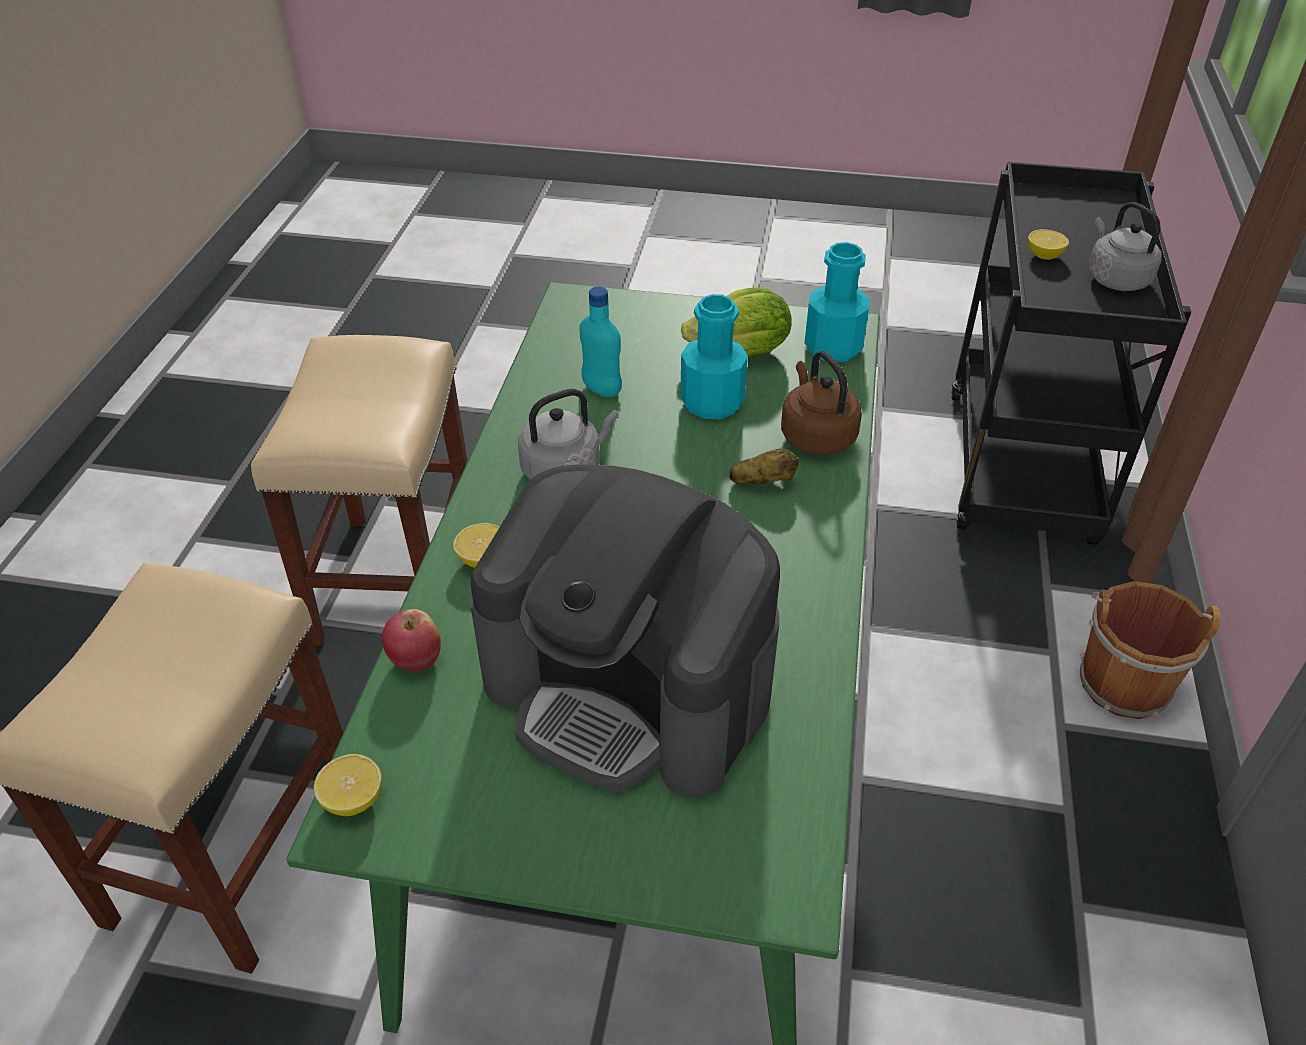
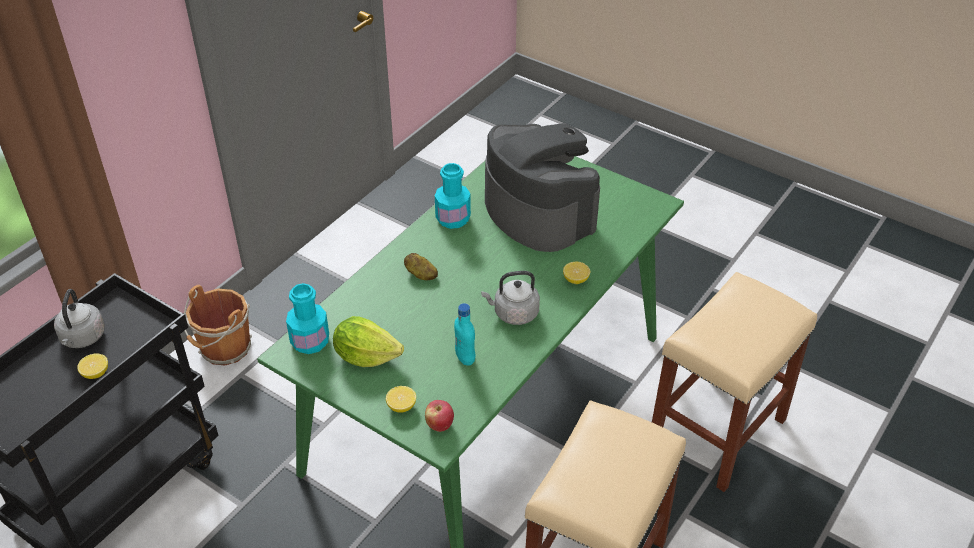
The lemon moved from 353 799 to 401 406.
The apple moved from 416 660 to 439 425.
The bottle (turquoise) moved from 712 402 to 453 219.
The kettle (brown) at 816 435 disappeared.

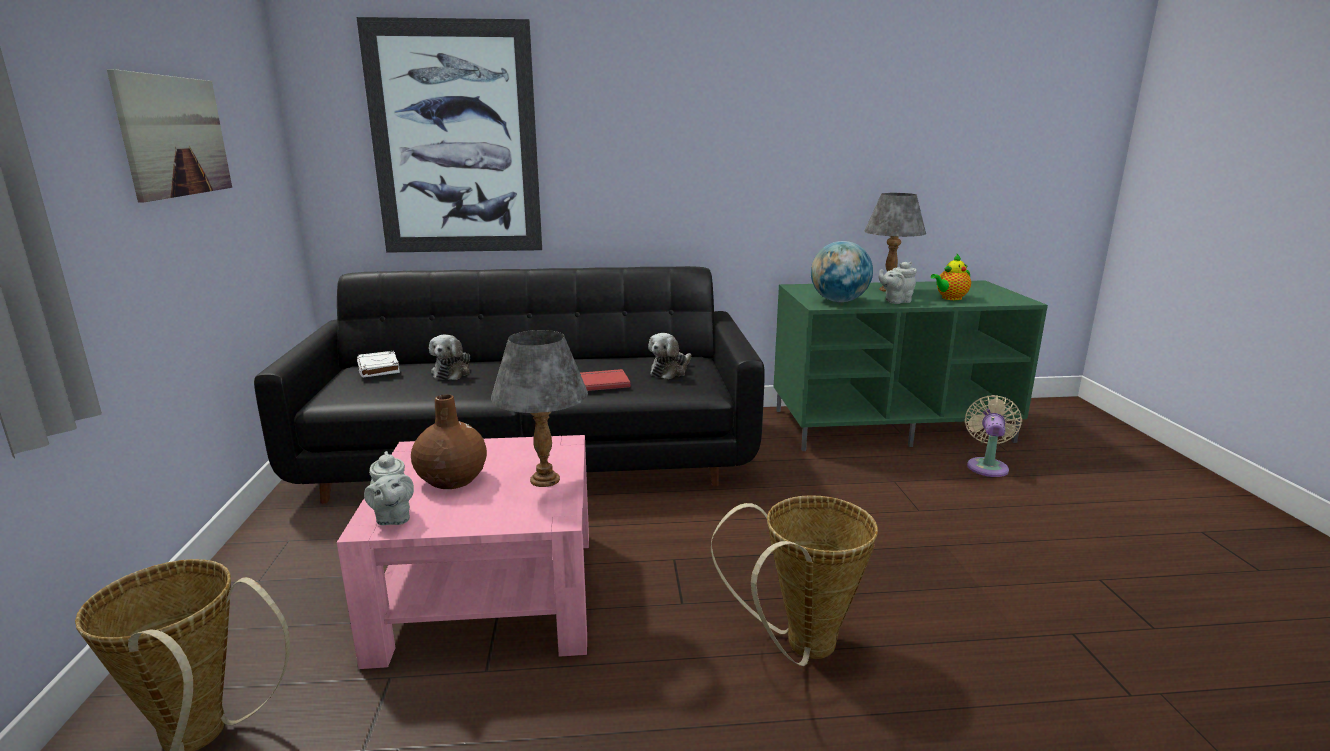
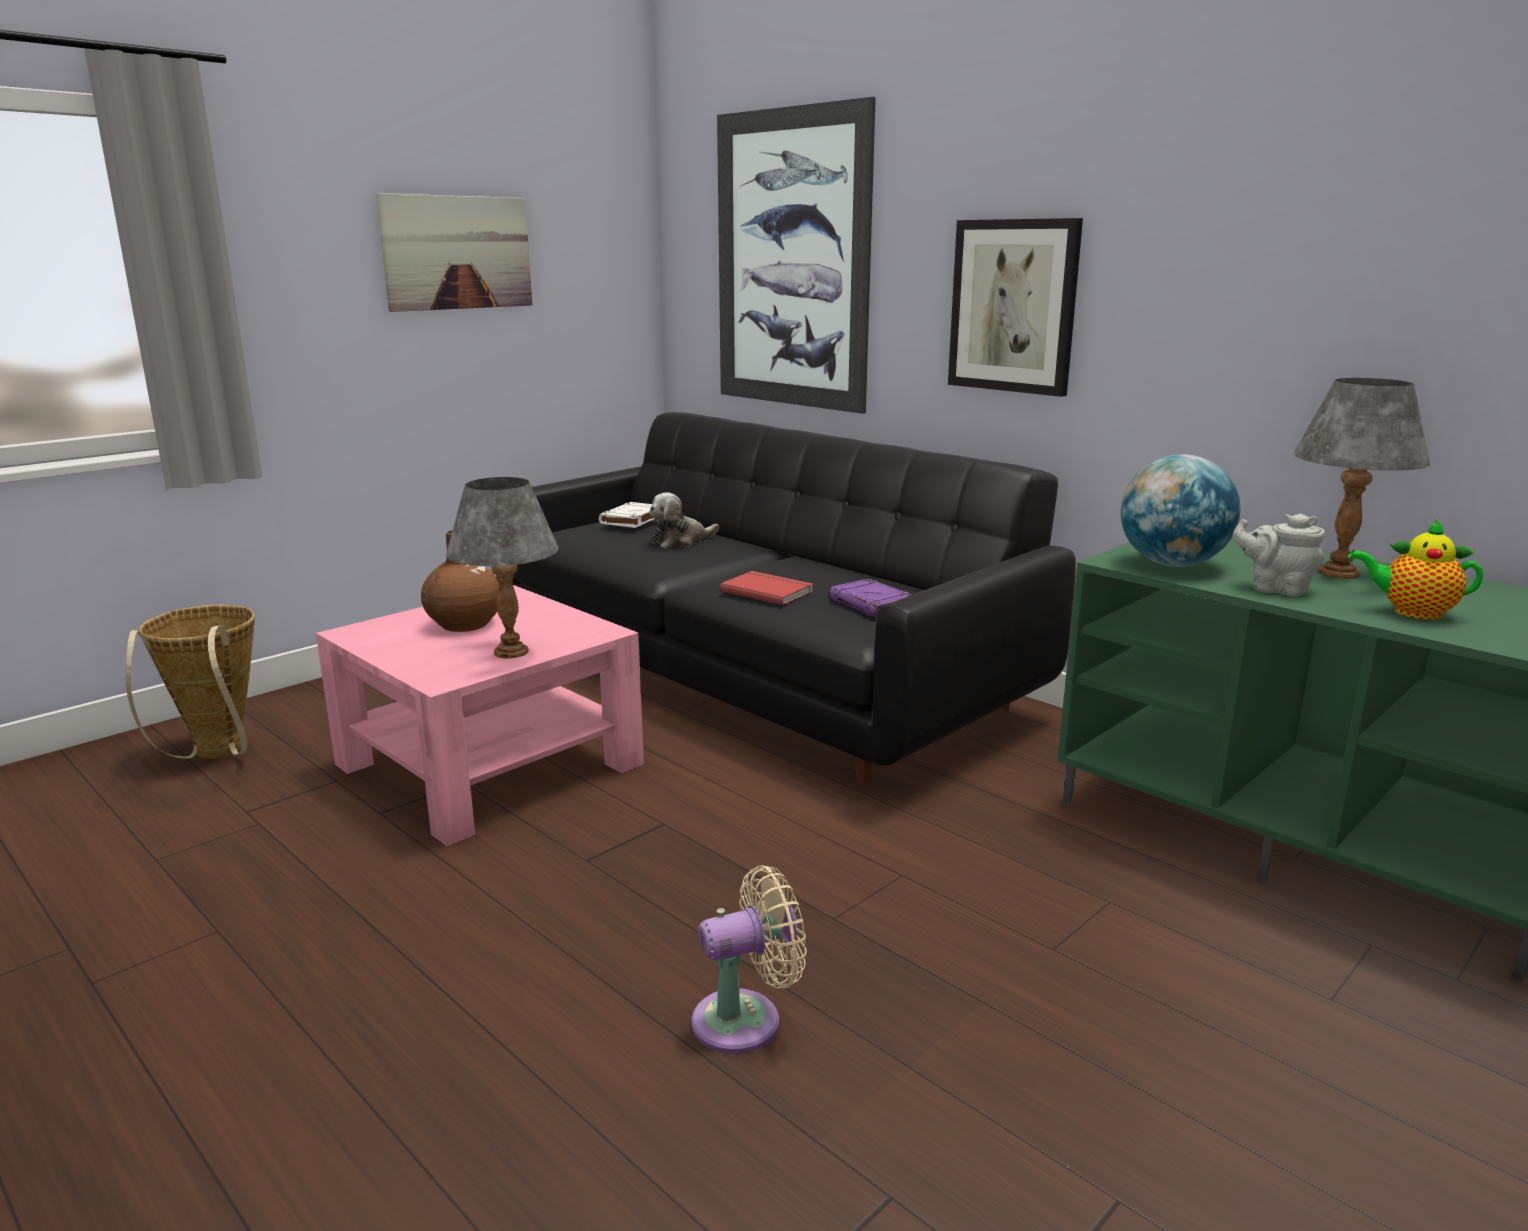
The teapot (grey) at 393 518 disappeared.
The plush toy at 670 371 was replaced by the book (purple) at 872 605.
The basket at 800 647 disappeared.
The fan (beige) moved from 987 466 to 746 1020.
The picture at 1013 306 appeared.

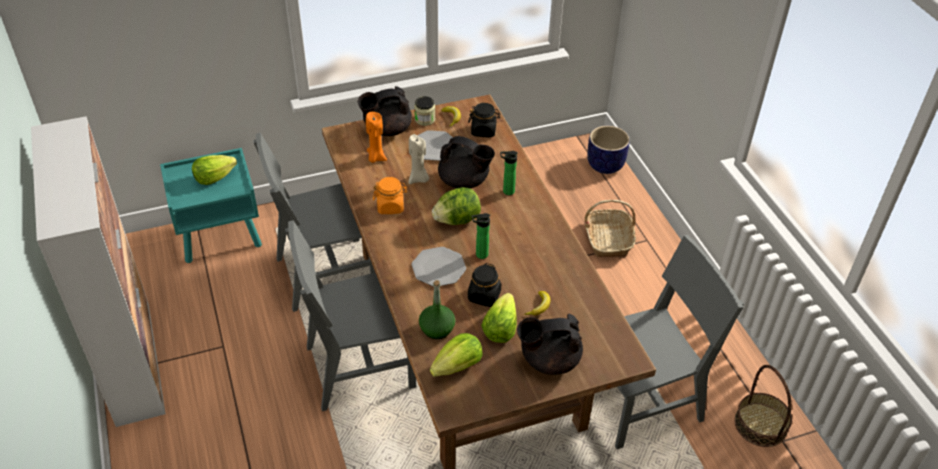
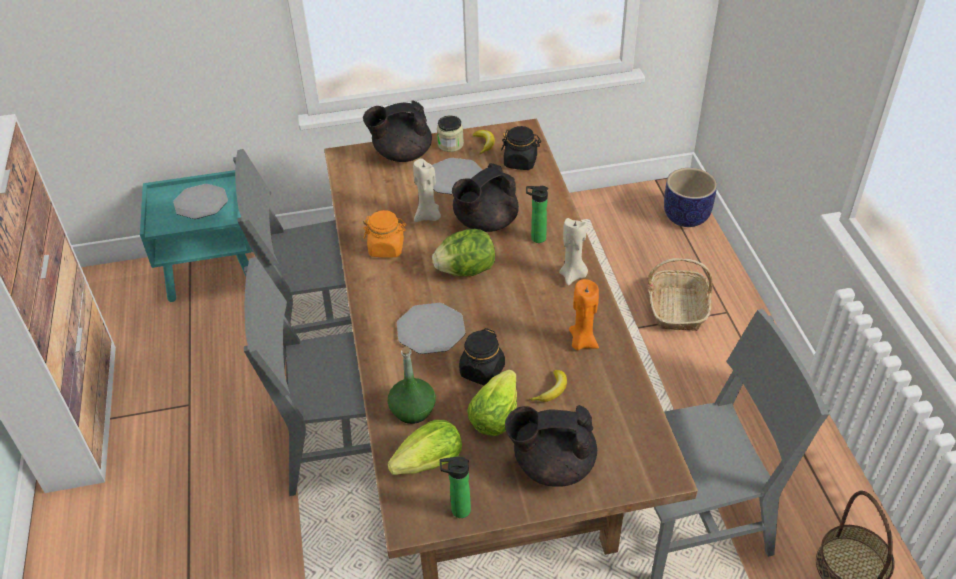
The lettuce at 214 178 was replaced by the plate at 201 203.
The candle (orange) moved from 376 158 to 582 342.
The teapot (black) at 464 181 turned 105 degrees clockwise.
The bottle moved from 479 255 to 457 510.
The candle (beige) at 573 276 appeared.

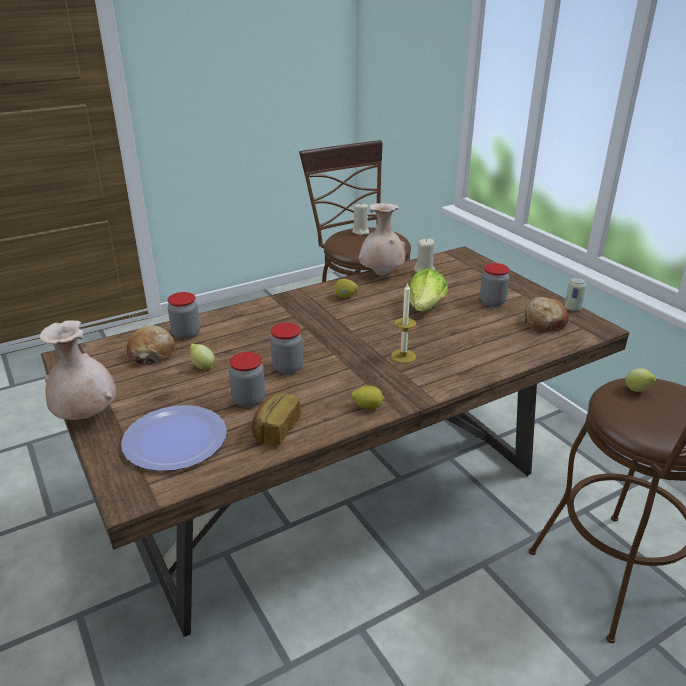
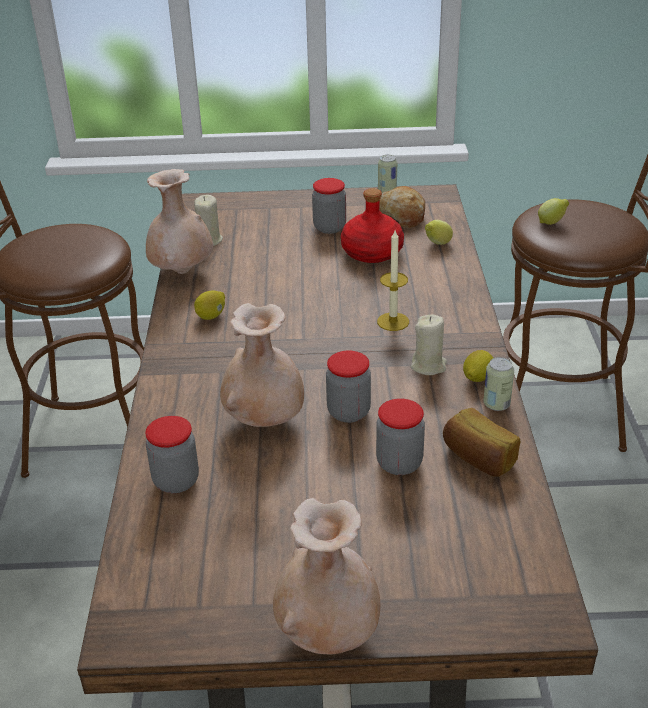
The plate at 175 439 disappeared.
The bread at 152 353 disappeared.
The lemon moved from 202 366 to 437 244.
The candle (beige) moved from 360 232 to 428 366.
The lettuce at 426 307 disappeared.
The vase (beige) at 264 420 appeared.
The bottle (red) at 372 252 appeared.
The can at 496 404 appeared.

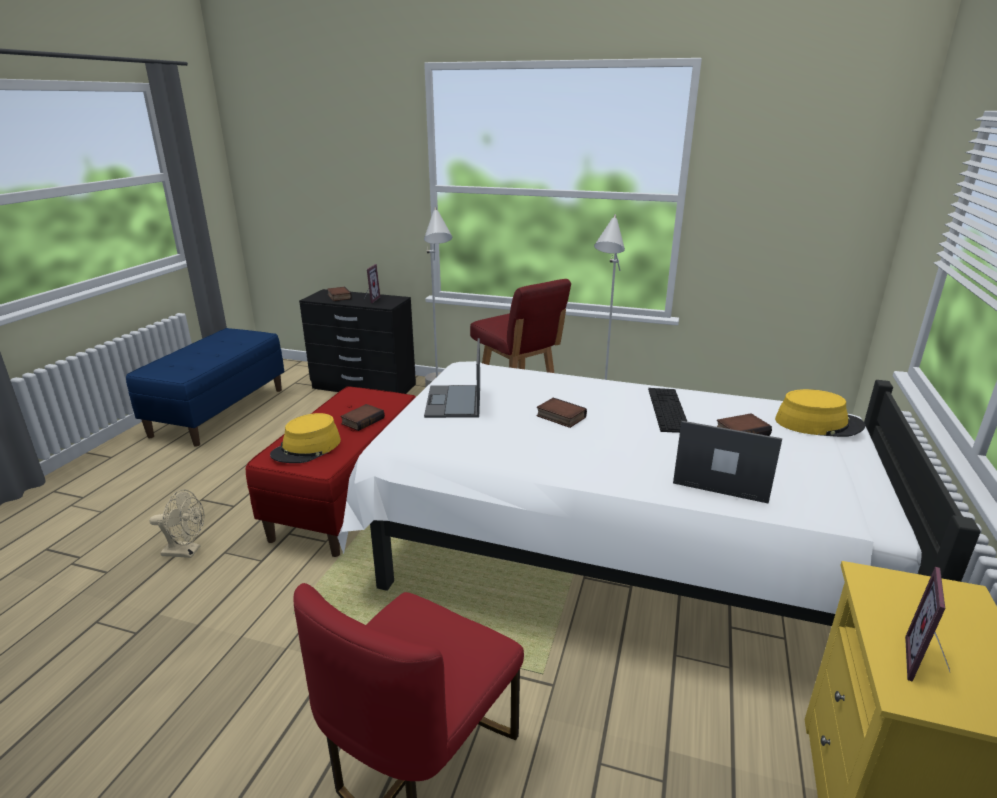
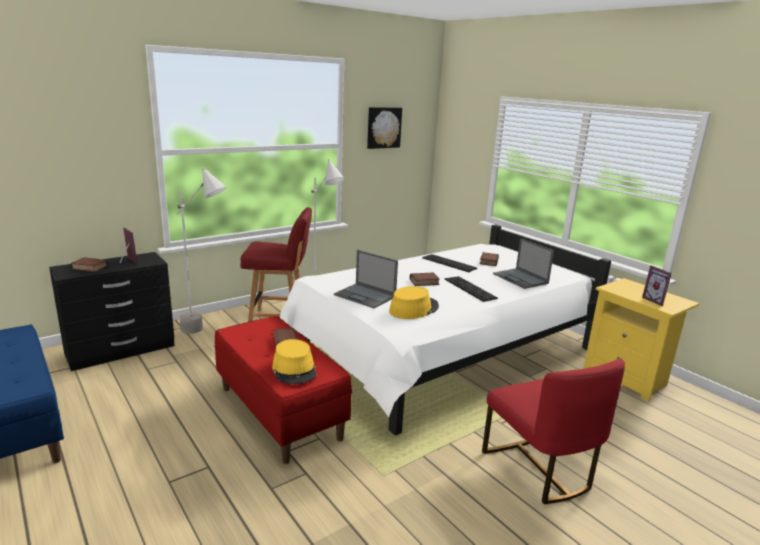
The fan (beige) at 187 551 disappeared.
The laptop at 721 477 turned 90 degrees counterclockwise.
The hat (yellow) moved from 818 423 to 413 309.
The picture at 383 127 appeared.
The keyboard at 470 288 appeared.

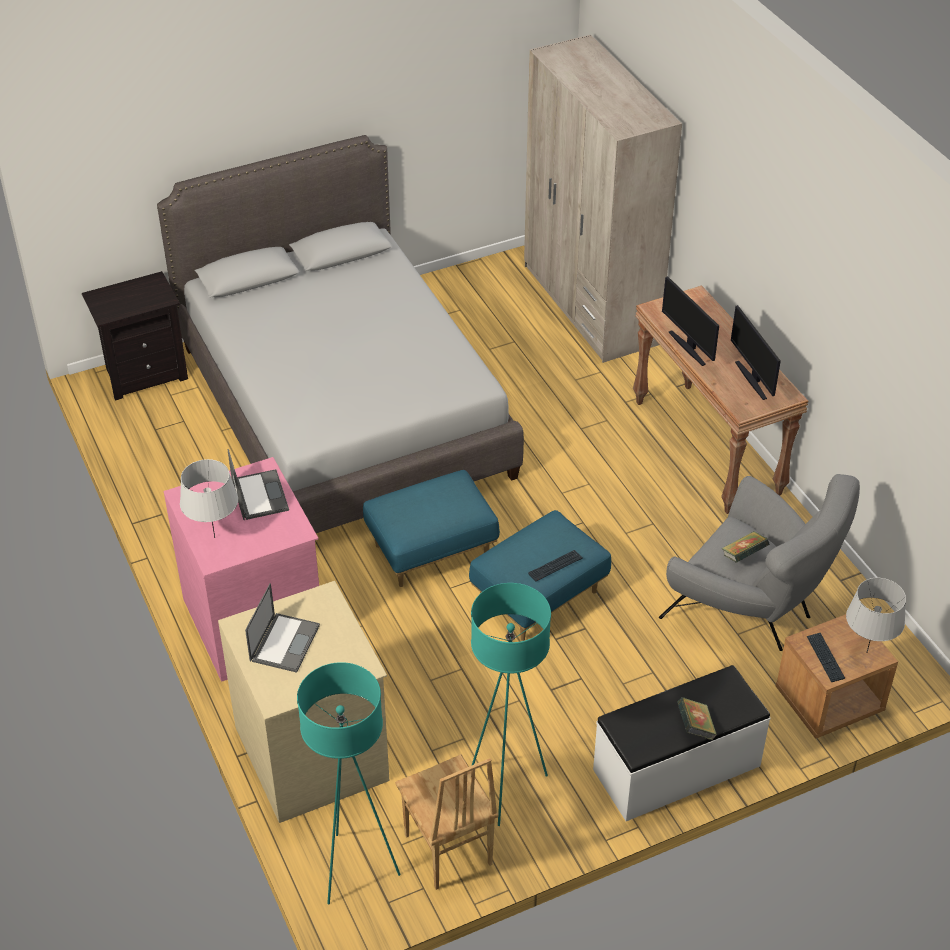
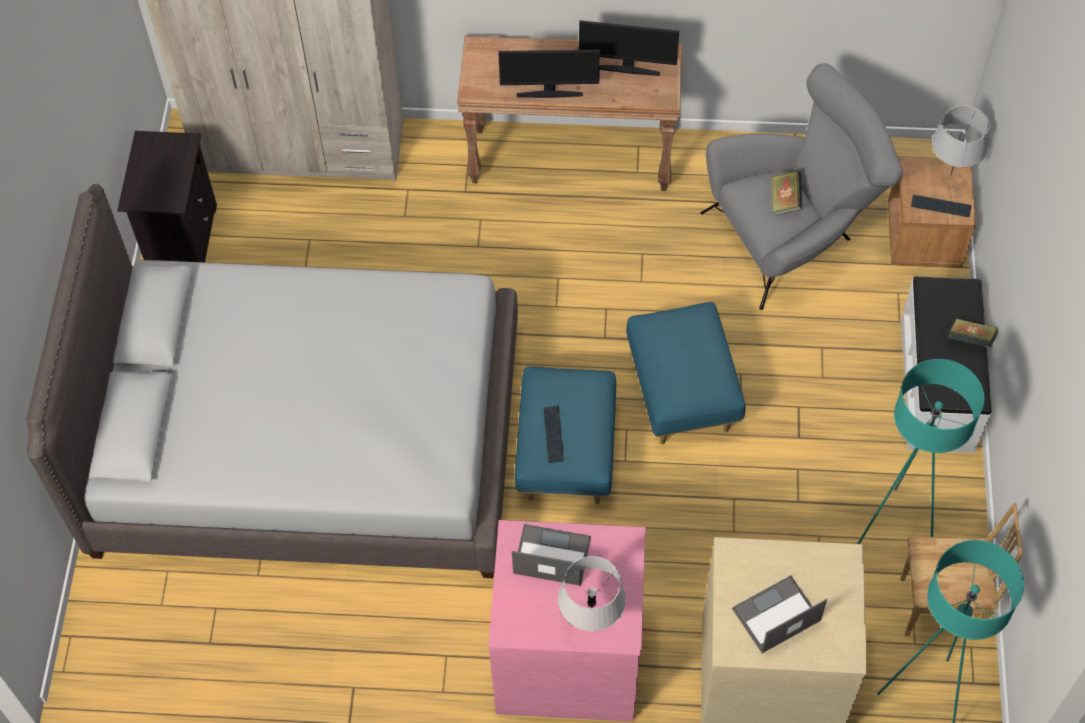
The nightstand (black) moved from 144 374 to 181 238.
The laptop at 284 642 turned 75 degrees counterclockwise.
The keyboard moved from 555 566 to 553 434.

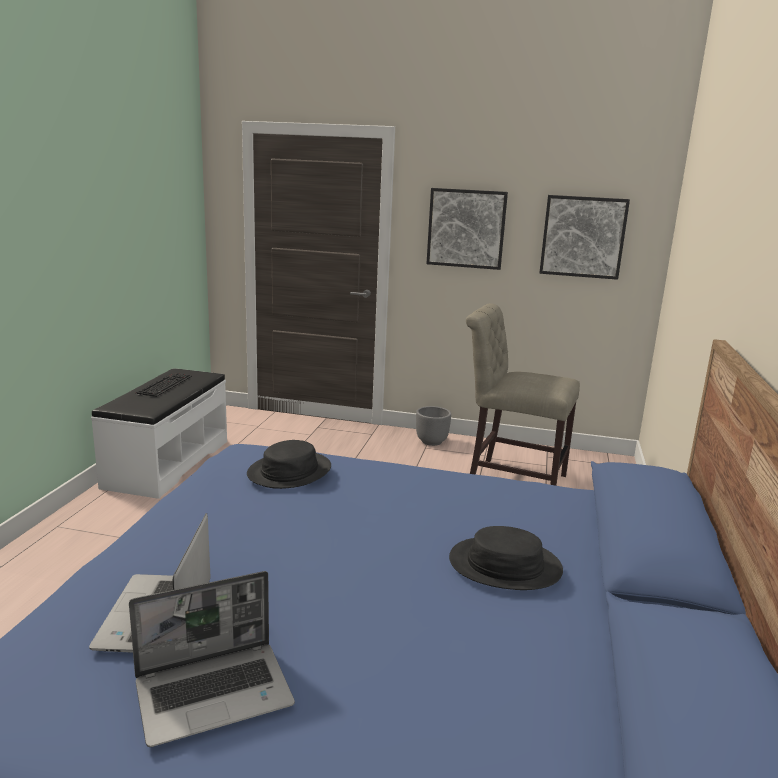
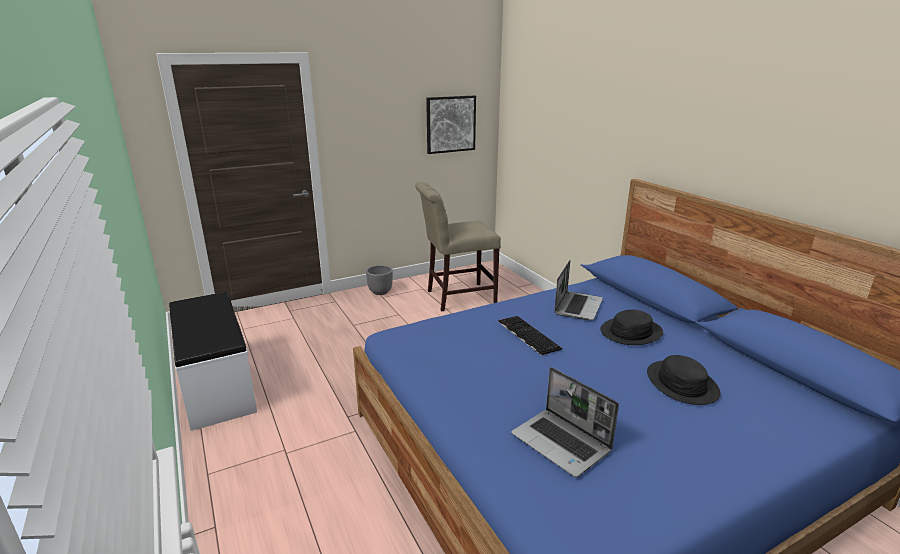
The laptop moved from 215 692 to 577 306.
The keyboard moved from 164 384 to 527 335.
The hat (black) moved from 289 471 to 681 383.
The picture at 466 228 disappeared.

